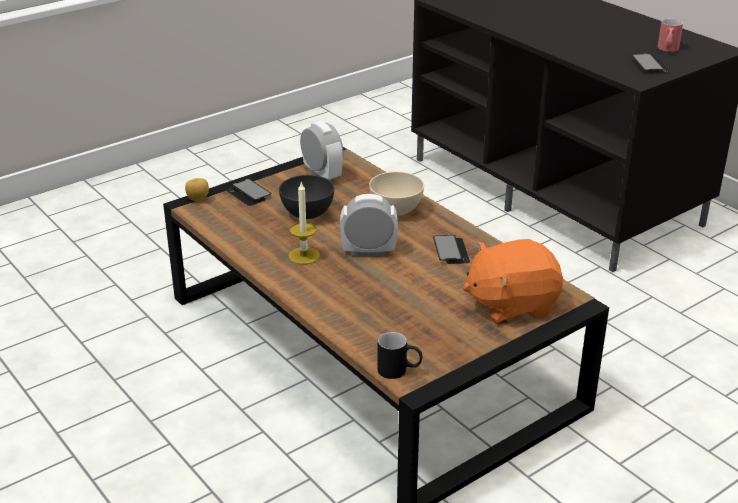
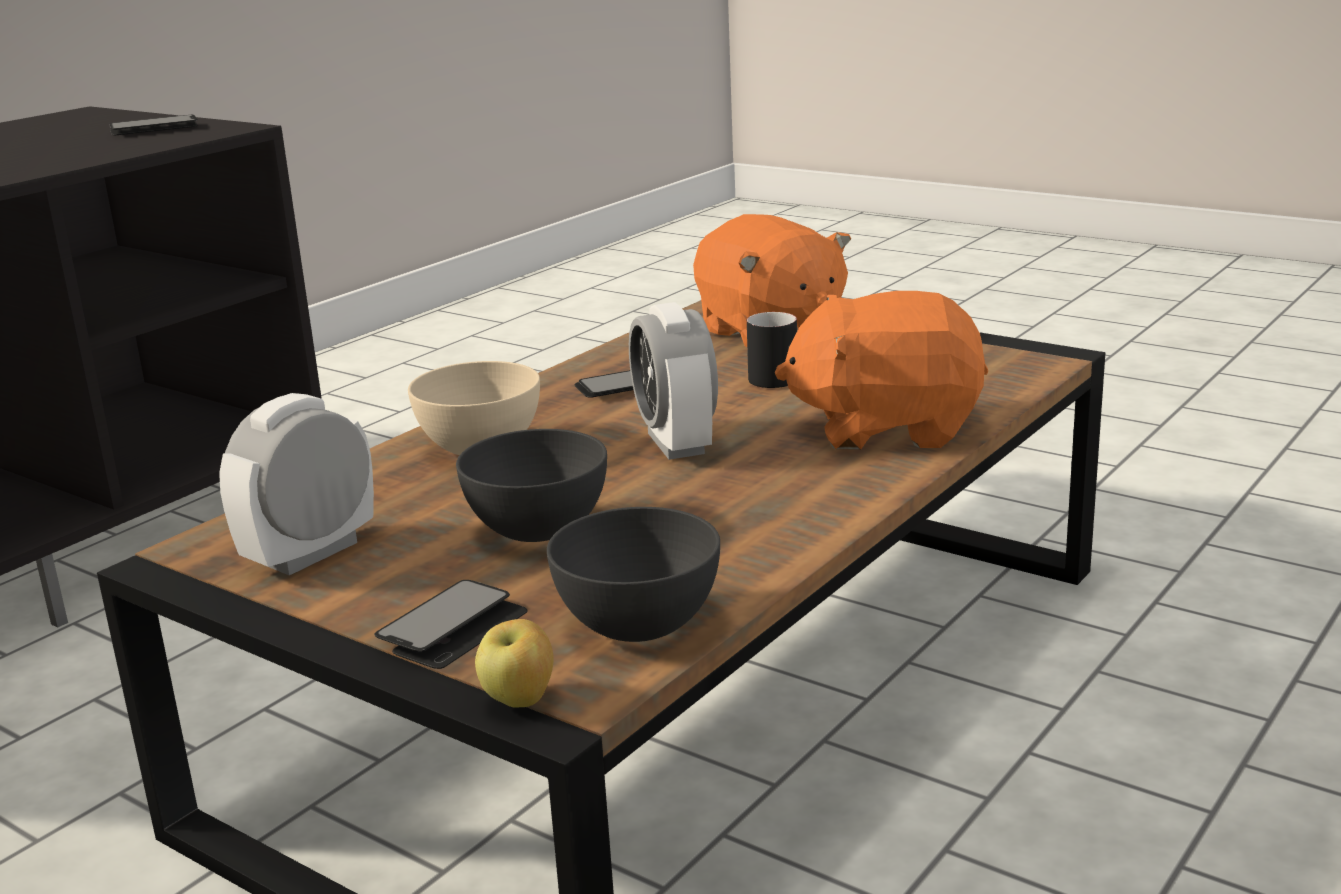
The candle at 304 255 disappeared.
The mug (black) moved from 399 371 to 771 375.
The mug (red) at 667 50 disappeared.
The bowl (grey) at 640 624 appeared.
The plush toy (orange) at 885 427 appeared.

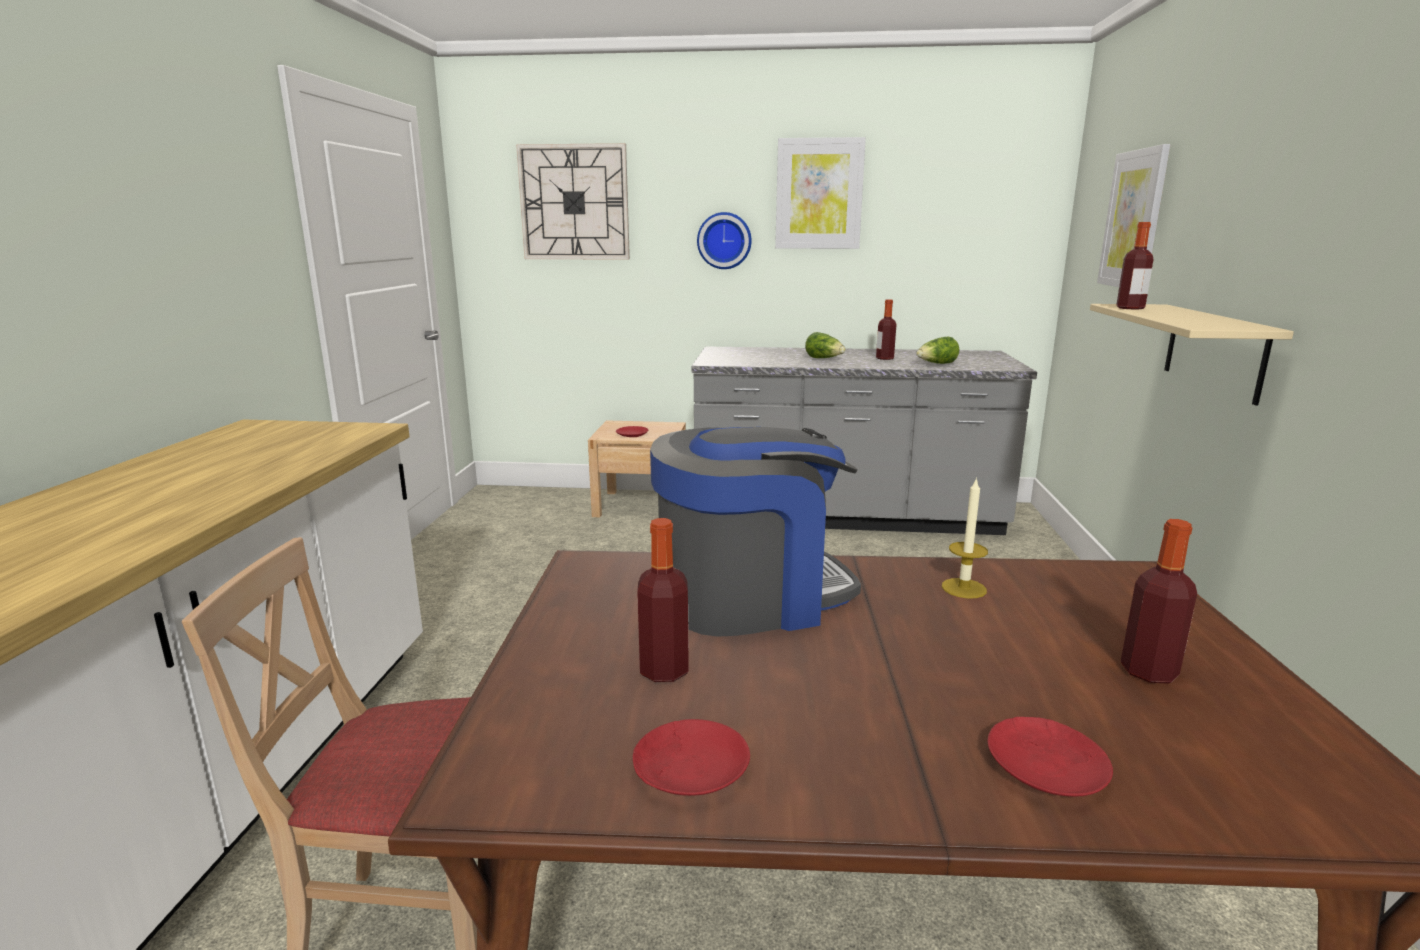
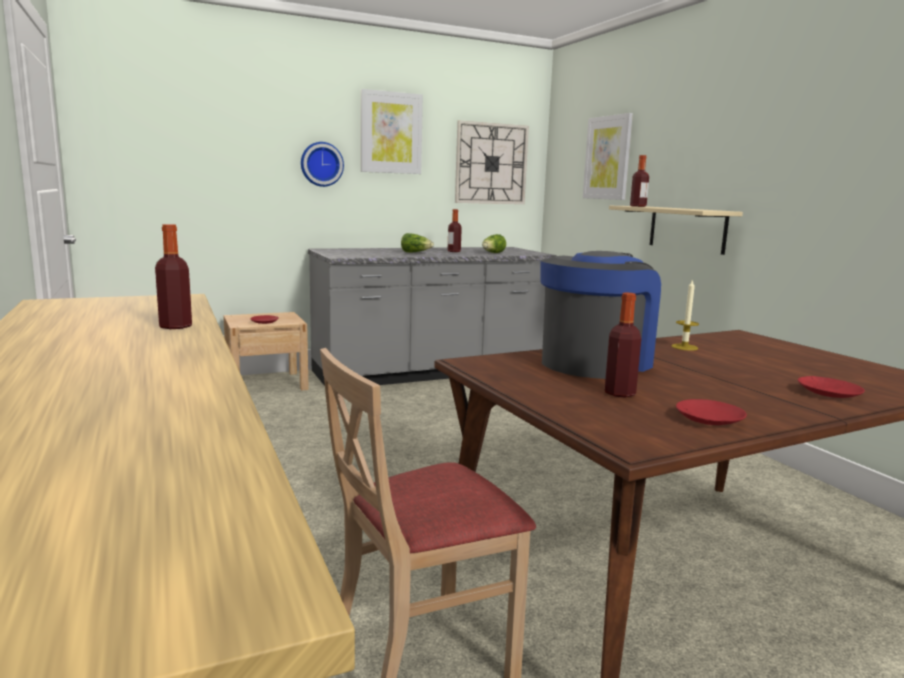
The wall clock moved from 574 203 to 491 164.
The bottle moved from 1148 672 to 175 326.

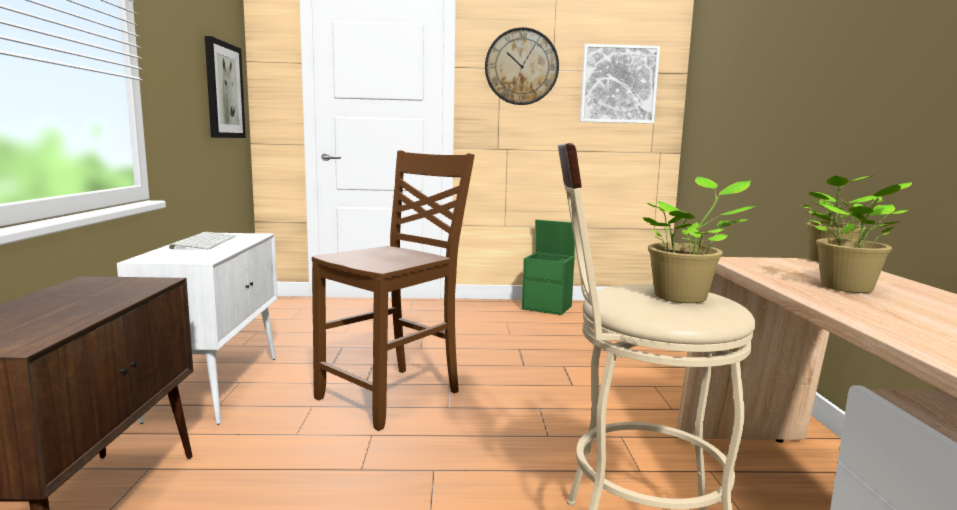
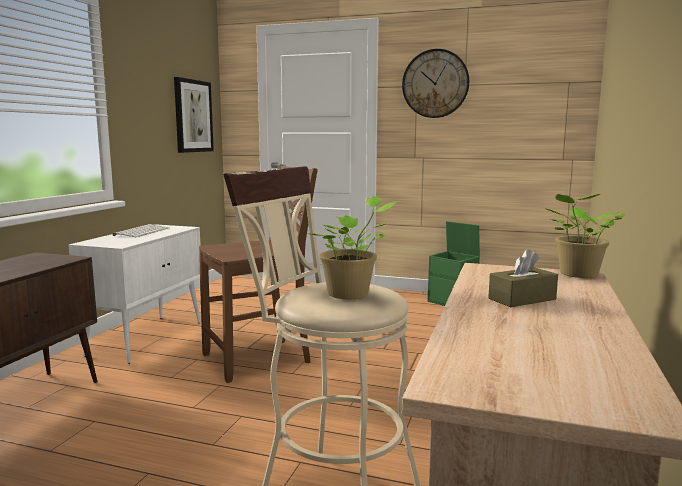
The picture at 618 84 disappeared.
The potted plant at 849 289 was replaced by the tissue box (brown) at 522 299.

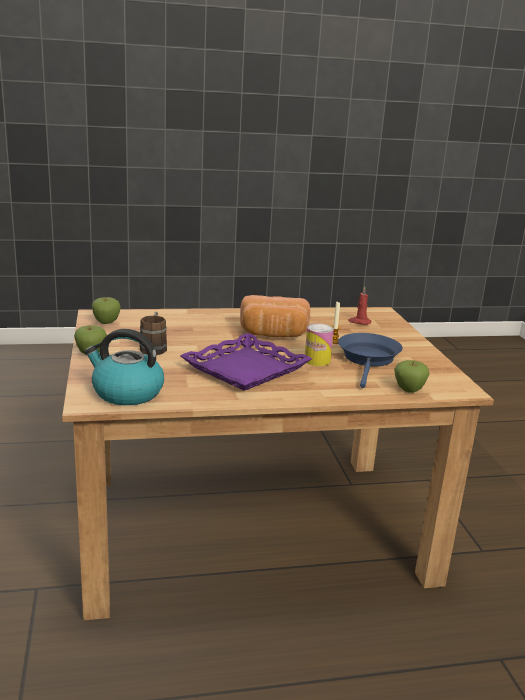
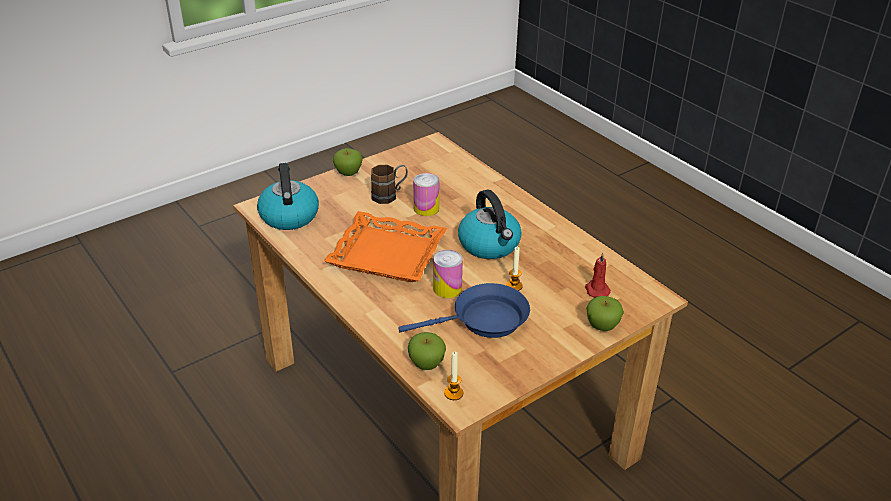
The apple moved from 106 322 to 602 326.
The tray (purple) at 246 369 became the tray (orange) at 386 255.
The bread at 273 334 was replaced by the kettle at 490 245.
The can at 426 208 appeared.
The candle at 453 393 appeared.

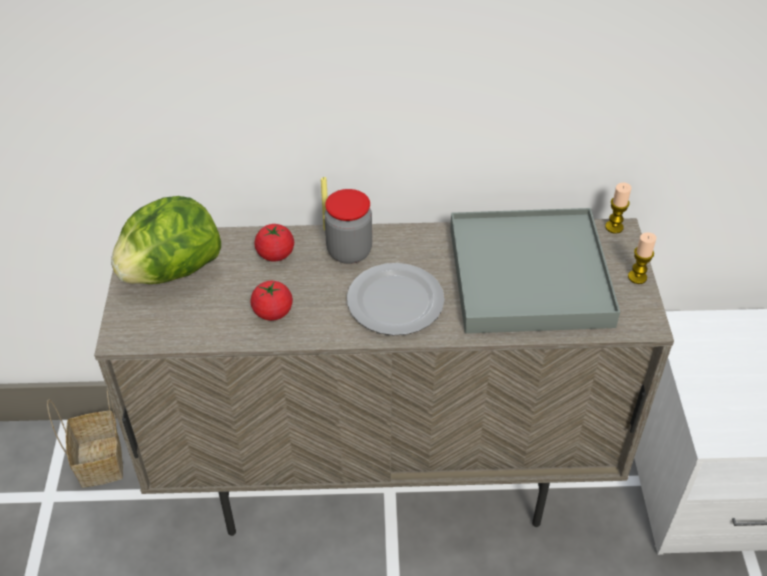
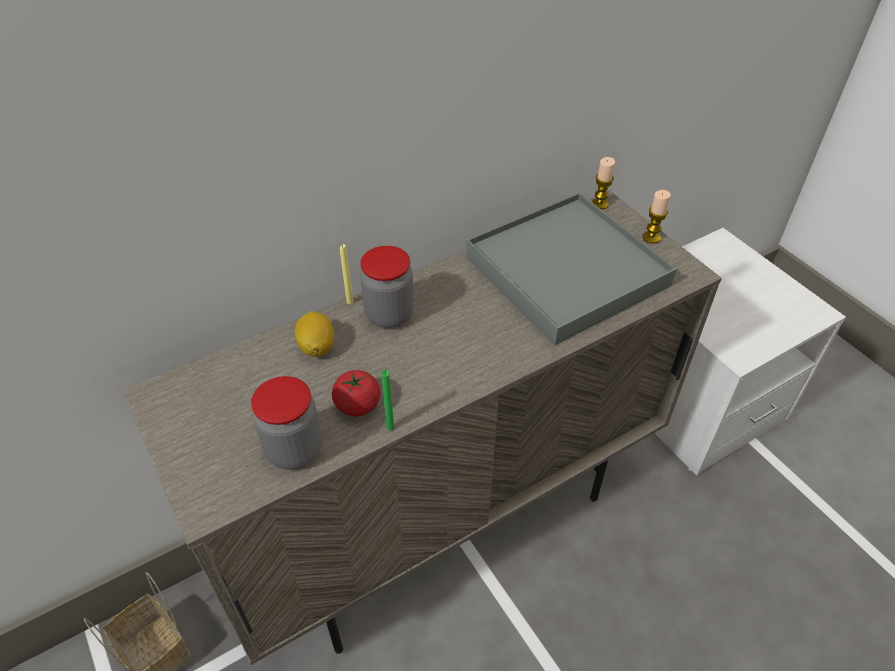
The lettuce at 172 271 disappeared.
The tomato at 275 254 was replaced by the lemon at 317 346.
The plate at 393 302 disappeared.
The jar at 294 450 appeared.
The candle (green) at 390 427 appeared.

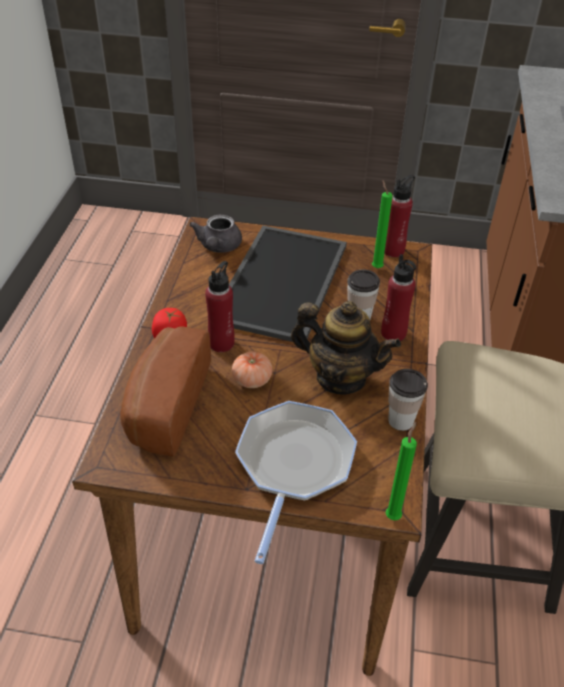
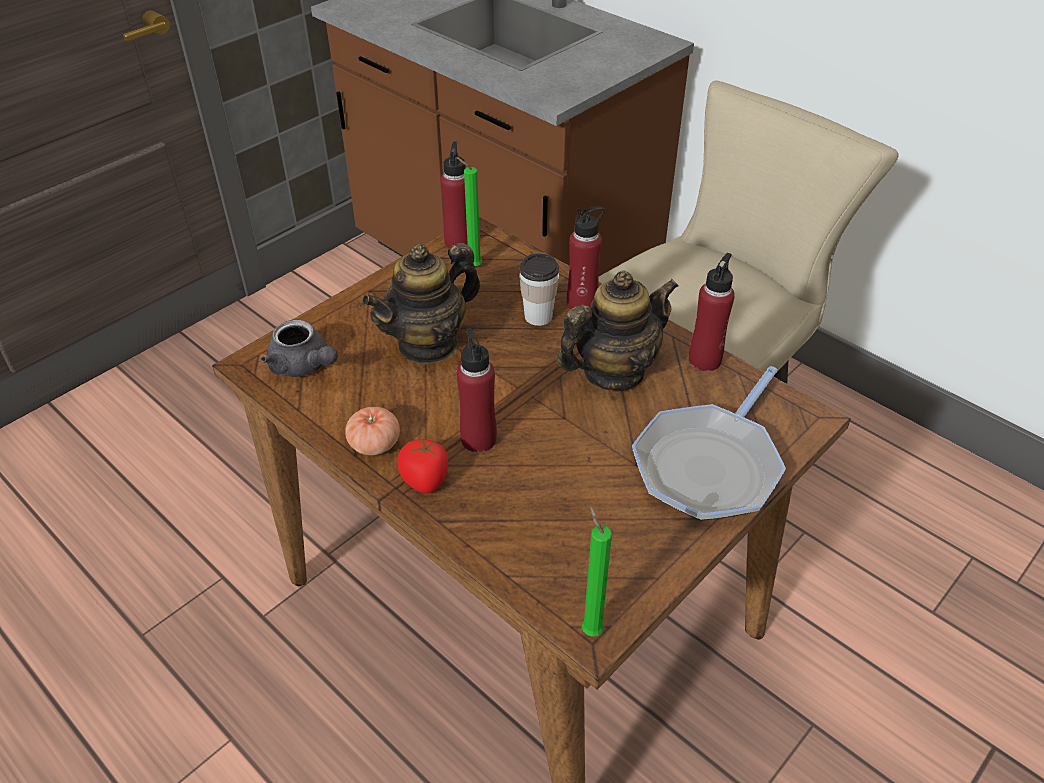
The bread at 164 405 disappeared.
The tray at 284 284 was replaced by the teapot at 428 344.
The tomato moved from 252 380 to 374 444.
The frying pan at 293 465 turned 105 degrees counterclockwise.
The candle (green) moved from 394 515 to 590 629.
The cup at 401 420 was replaced by the bottle (red) at 705 360.

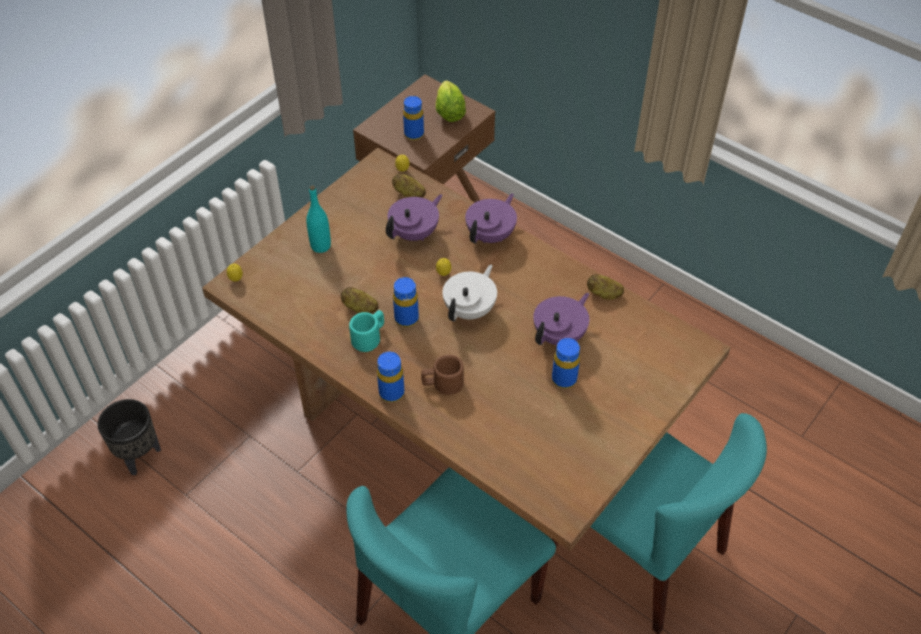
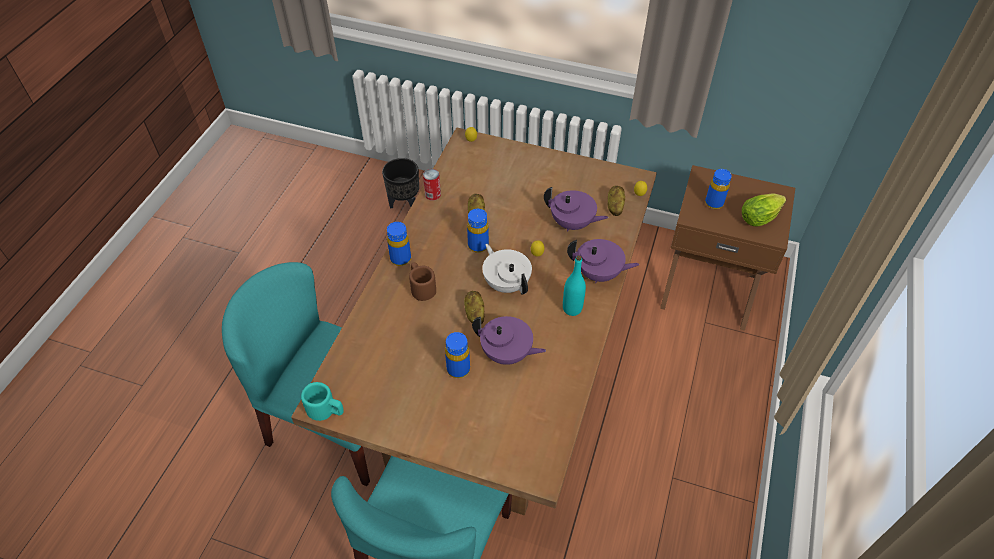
The bottle (turquoise) moved from 320 246 to 572 308.
The mug (turquoise) moved from 369 337 to 326 410.
The teapot (white) at 470 310 turned 135 degrees counterclockwise.
The potato moved from 604 294 to 474 314.
The can at 432 194 appeared.

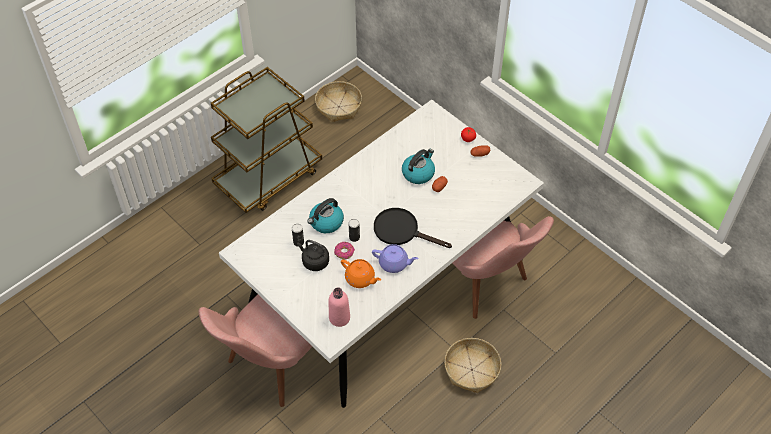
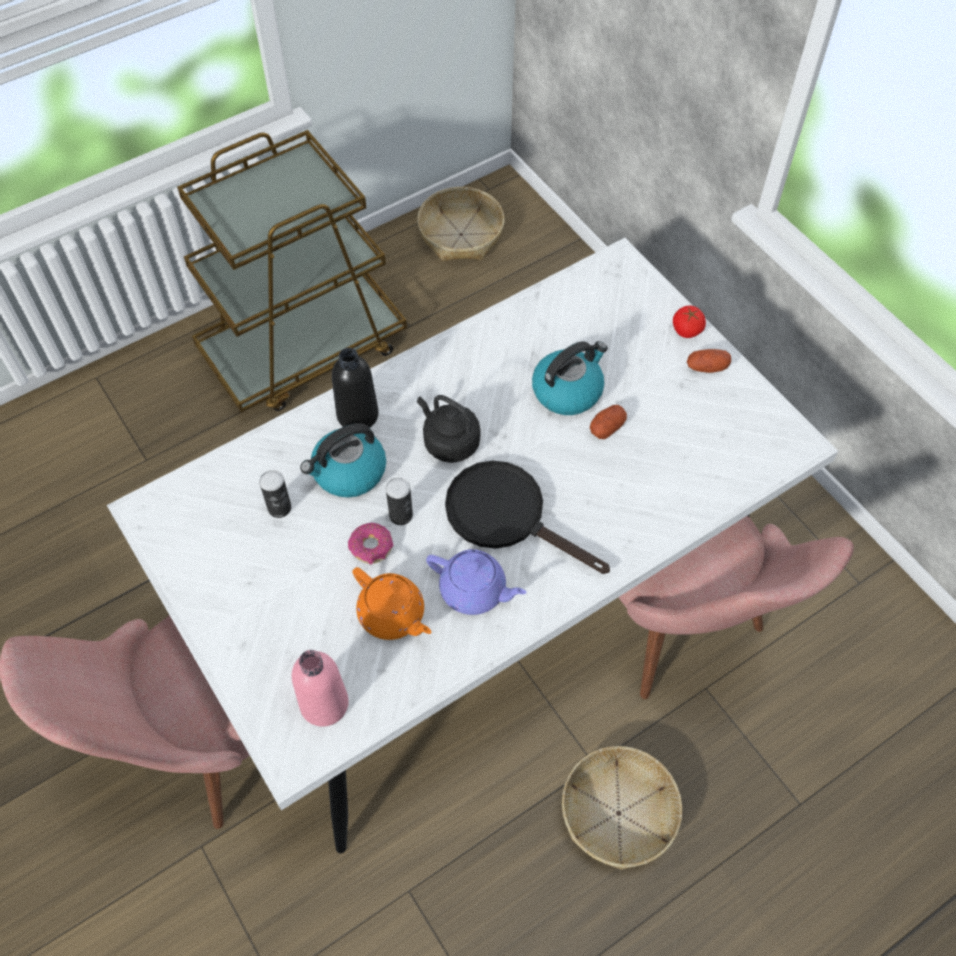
The kettle (black) moved from 314 261 to 449 442.
The bottle (black) at 357 415 appeared.

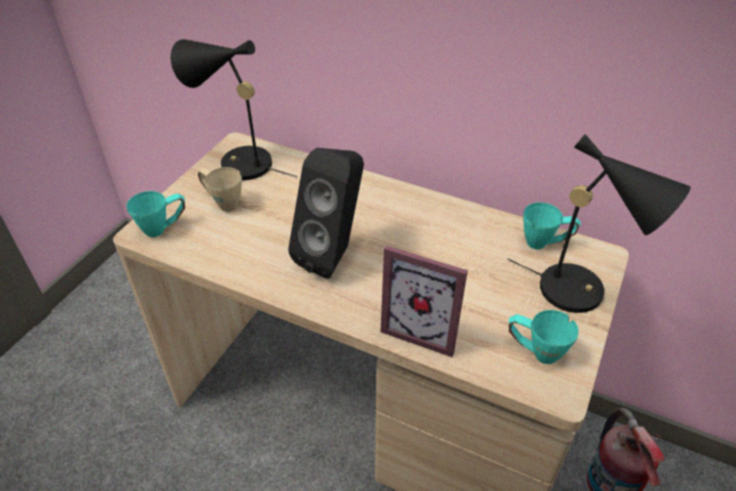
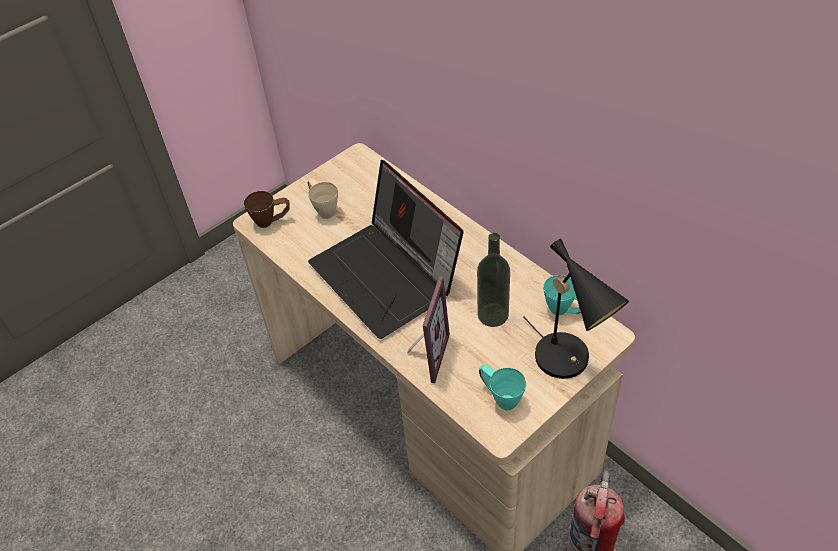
The mug (turquoise) at 163 228 became the mug (brown) at 271 221.
The table lamp (black) at 238 163 disappeared.
The speaker (black) at 334 254 was replaced by the laptop at 388 276.
The picture frame at 423 328 turned 120 degrees counterclockwise.
The bottle at 493 314 appeared.

